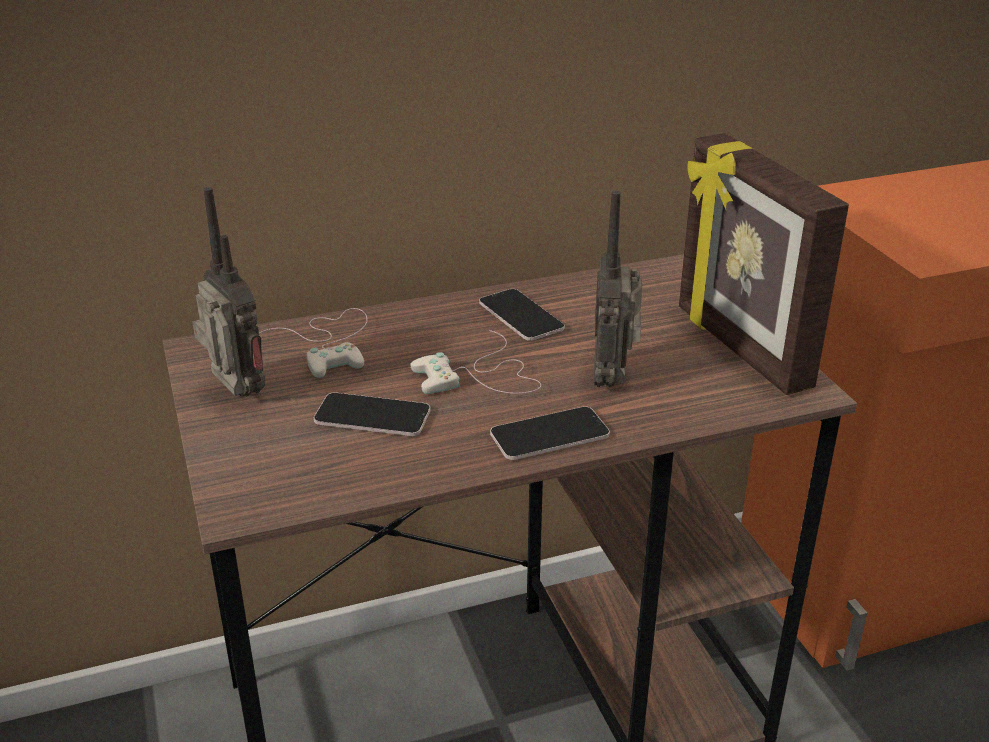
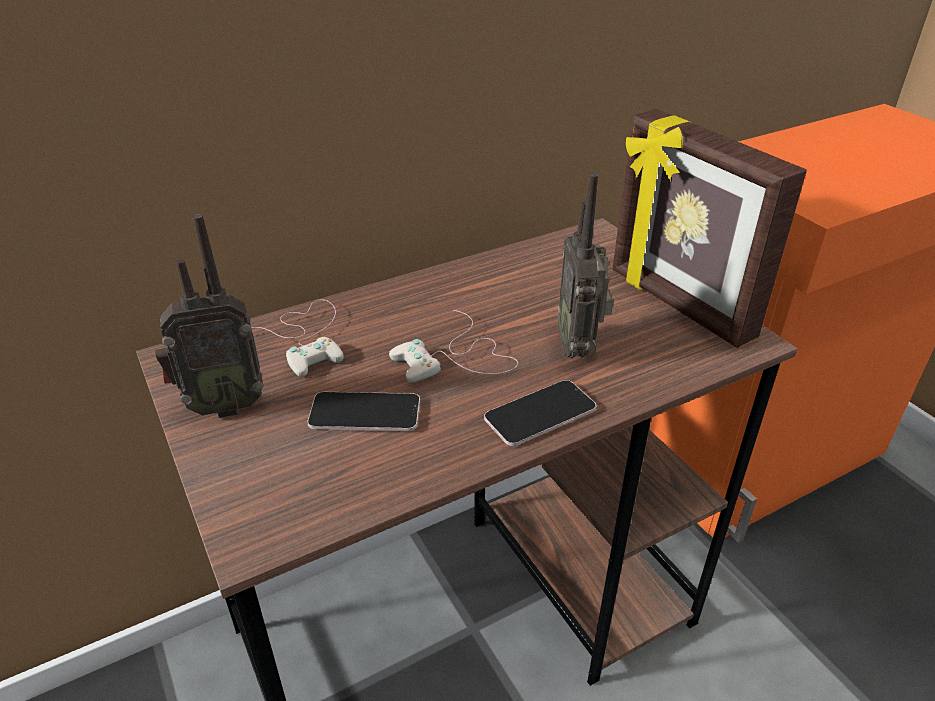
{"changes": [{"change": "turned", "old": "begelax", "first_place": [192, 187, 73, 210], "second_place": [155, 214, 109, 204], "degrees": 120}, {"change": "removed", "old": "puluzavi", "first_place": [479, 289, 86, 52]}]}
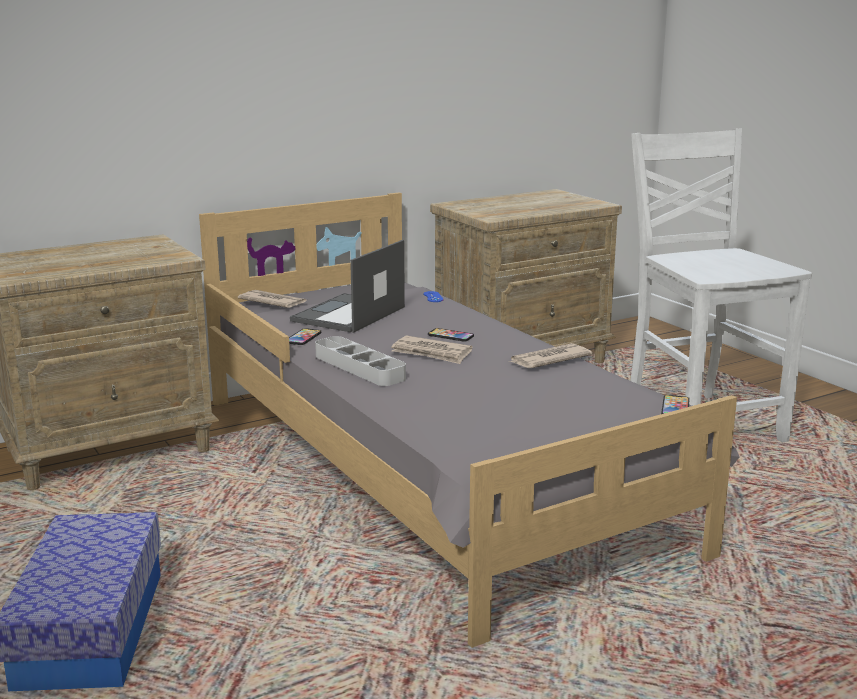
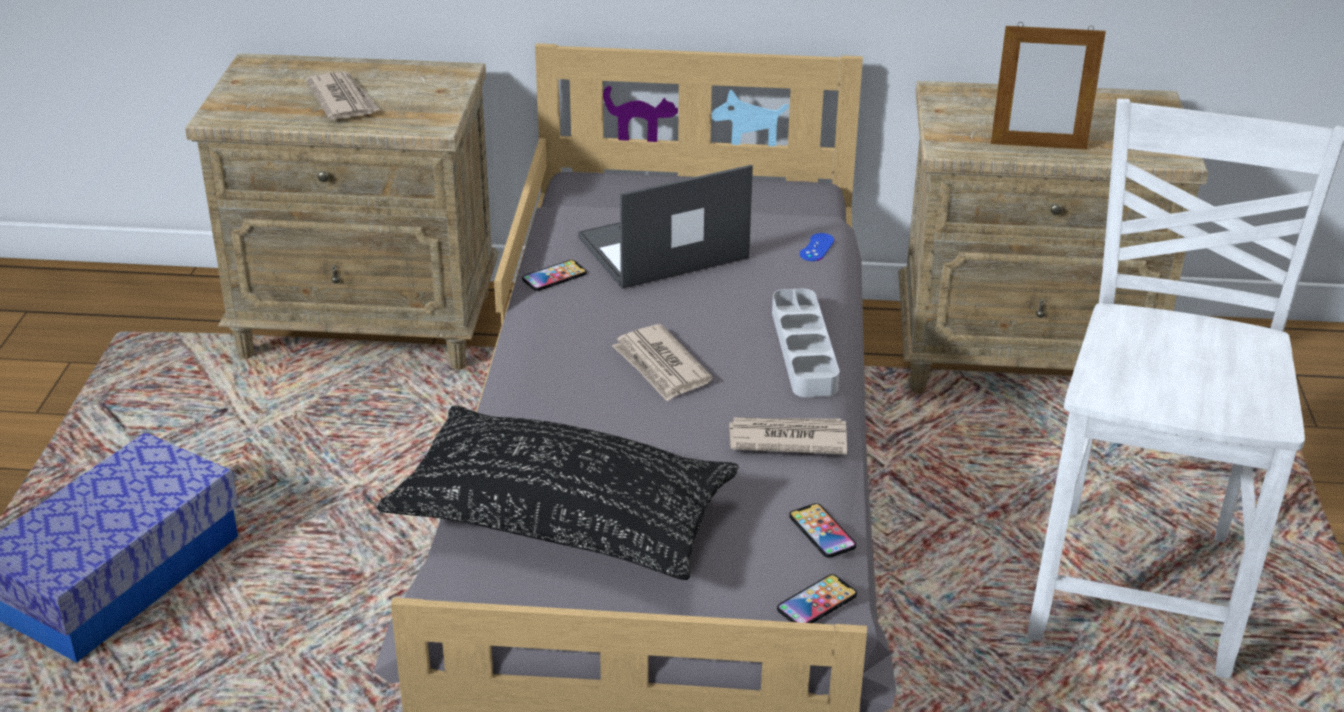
{"changes": [{"change": "moved", "old": "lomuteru", "first_place": [238, 290, 69, 18], "second_place": [306, 72, 74, 48]}, {"change": "moved", "old": "puluzavi", "first_place": [428, 328, 46, 14], "second_place": [789, 503, 67, 55]}, {"change": "moved", "old": "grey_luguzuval", "first_place": [315, 336, 91, 50], "second_place": [772, 289, 67, 108]}, {"change": "added", "new": "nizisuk", "second_place": [991, 22, 115, 128]}, {"change": "added", "new": "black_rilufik", "second_place": [377, 405, 362, 175]}]}
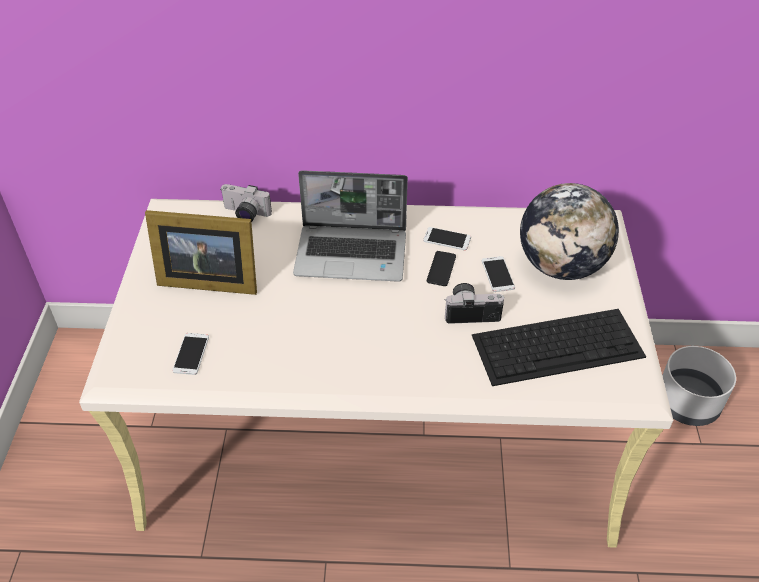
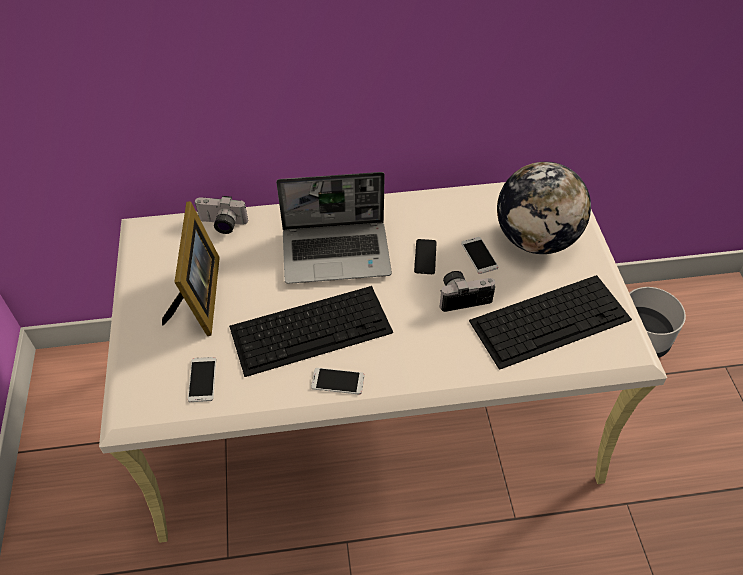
{"changes": [{"change": "turned", "old": "nizisuk", "first_place": [145, 210, 112, 85], "second_place": [162, 201, 58, 135], "degrees": -90}, {"change": "moved", "old": "puluzavi", "first_place": [423, 227, 48, 23], "second_place": [311, 368, 54, 26]}, {"change": "added", "new": "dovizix", "second_place": [229, 286, 164, 91]}]}
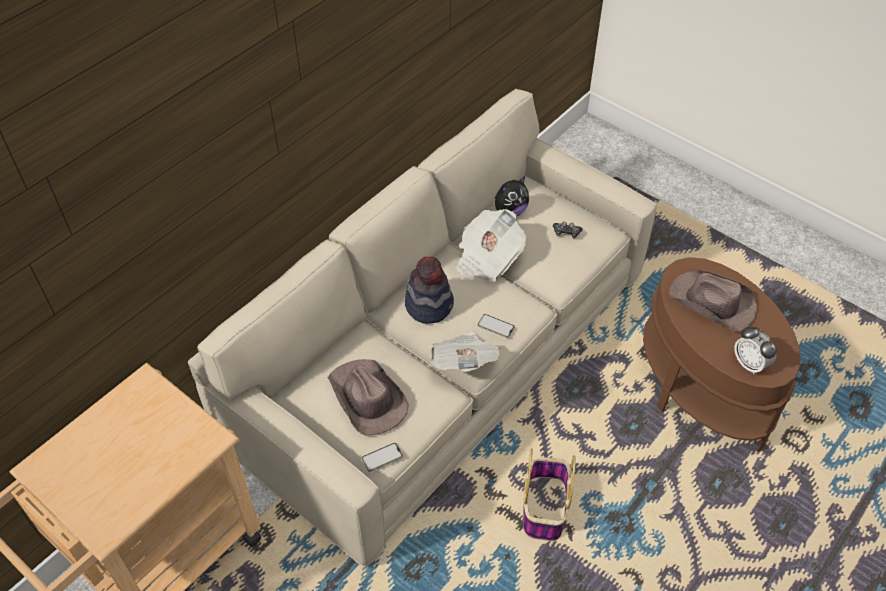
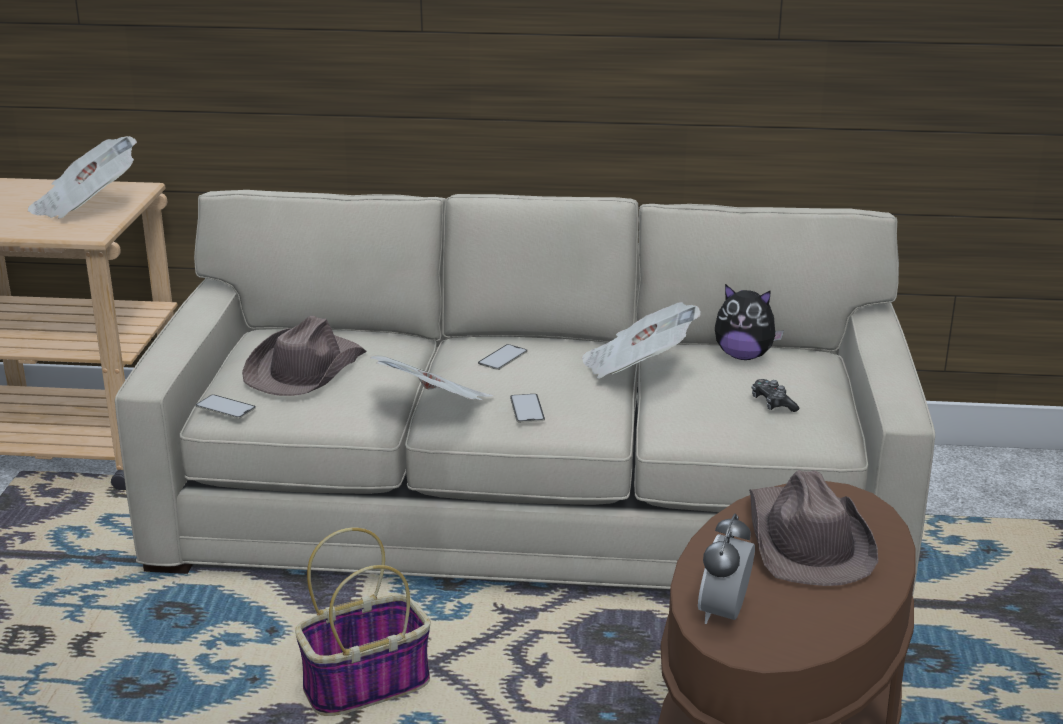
{"changes": [{"change": "replaced", "old": "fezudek", "new": "puluzavi", "first_place": [405, 257, 49, 67], "second_place": [478, 344, 50, 26]}, {"change": "added", "new": "lomuteru", "second_place": [28, 136, 109, 83]}]}
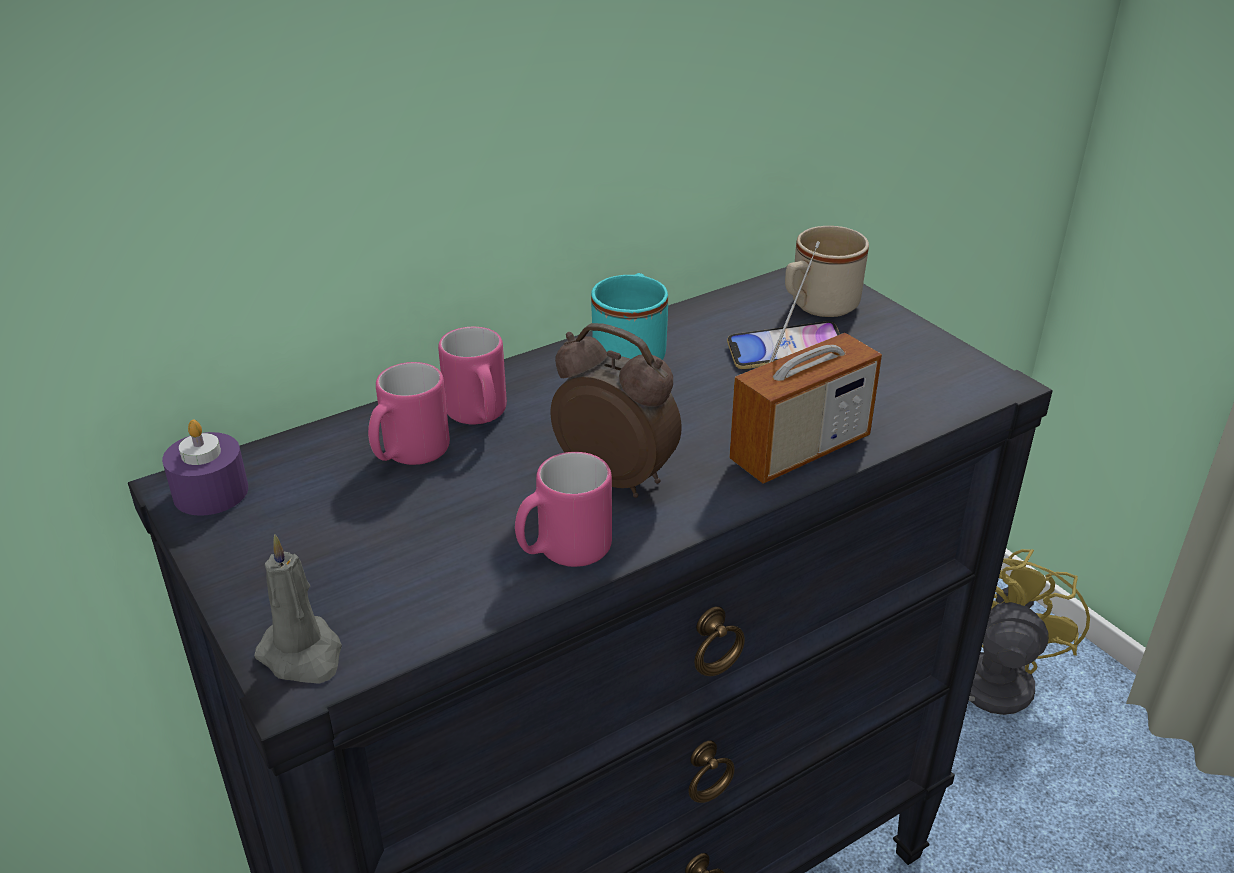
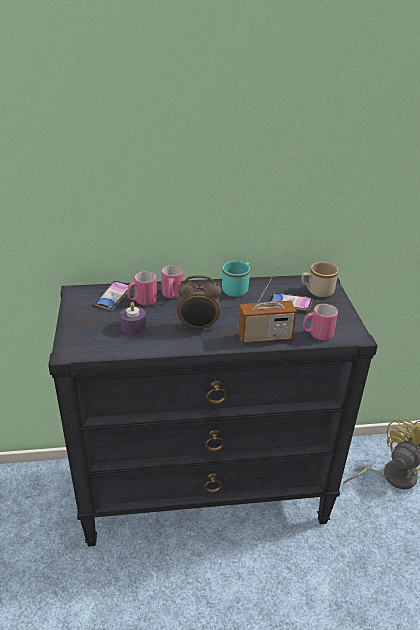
{"changes": [{"change": "turned", "old": "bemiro", "first_place": [551, 323, 130, 175], "second_place": [177, 275, 45, 55], "degrees": 120}, {"change": "moved", "old": "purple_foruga", "first_place": [162, 420, 86, 96], "second_place": [120, 302, 26, 32]}, {"change": "moved", "old": "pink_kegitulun", "first_place": [515, 452, 97, 115], "second_place": [303, 304, 35, 36]}, {"change": "removed", "old": "grey_foruga", "first_place": [254, 535, 88, 149]}, {"change": "added", "new": "puluzavi", "second_place": [95, 281, 36, 29]}]}
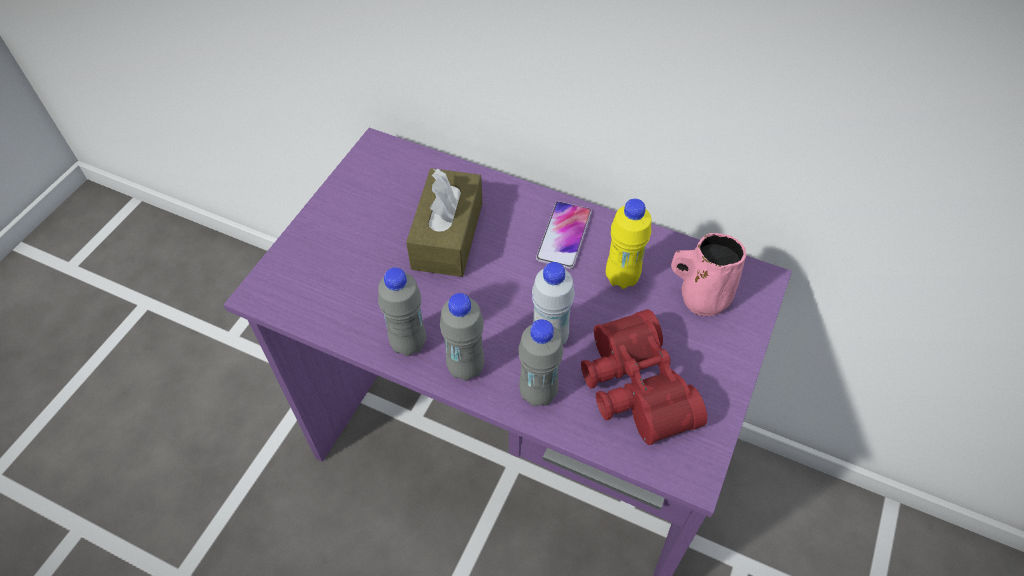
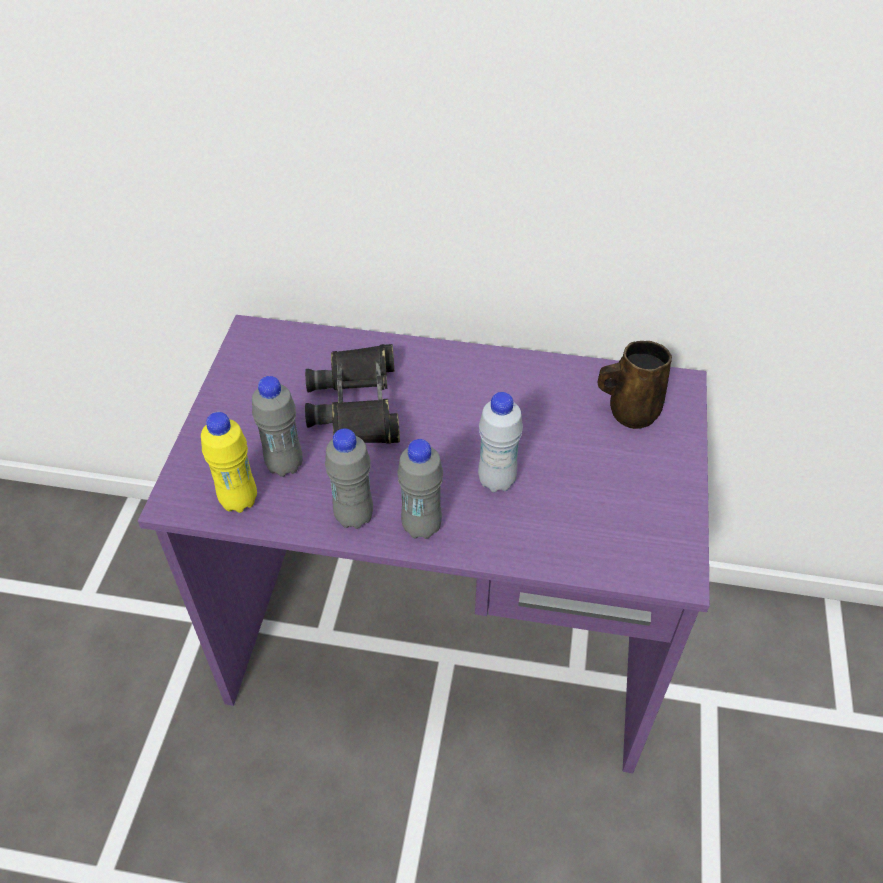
{"changes": [{"change": "replaced", "old": "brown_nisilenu", "new": "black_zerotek", "first_place": [406, 168, 76, 109], "second_place": [305, 344, 95, 100]}, {"change": "moved", "old": "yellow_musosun", "first_place": [606, 198, 45, 91], "second_place": [201, 412, 56, 101]}, {"change": "removed", "old": "puluzavi", "first_place": [536, 201, 56, 68]}, {"change": "recoloured", "old": "pink_kegitulun", "new": "brown_kegitulun", "first_place": [671, 233, 75, 83], "second_place": [597, 341, 75, 88]}, {"change": "removed", "old": "red_zerotek", "first_place": [581, 309, 126, 136]}, {"change": "moved", "old": "grey_musosun", "first_place": [518, 319, 45, 88], "second_place": [252, 376, 51, 101]}]}
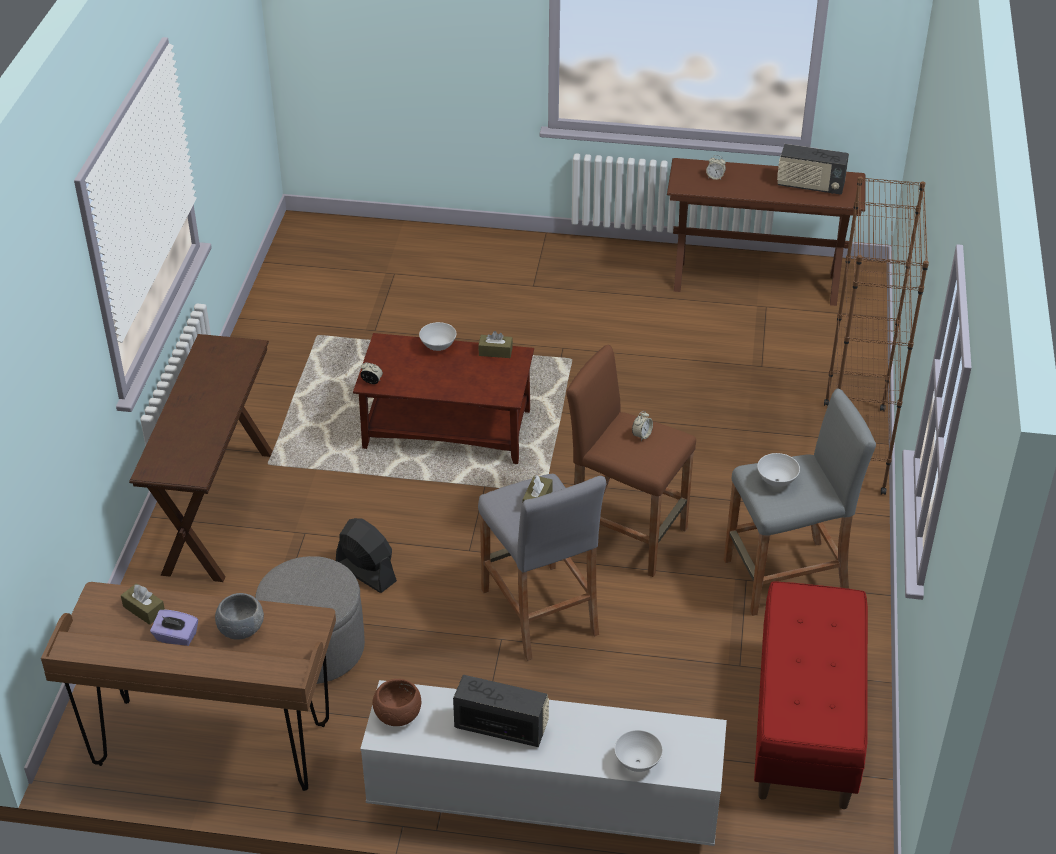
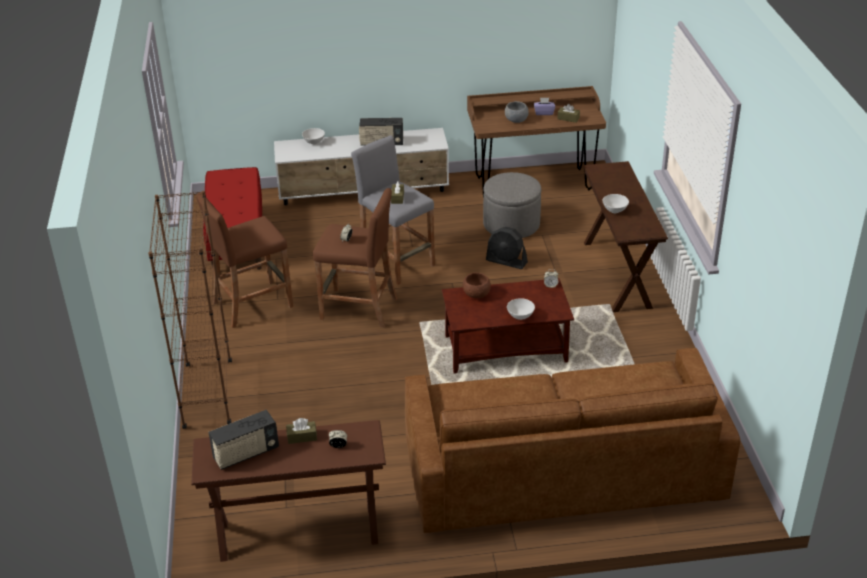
{"changes": [{"change": "turned", "old": "begelax", "first_place": [777, 144, 72, 51], "second_place": [209, 410, 70, 60], "degrees": 150}, {"change": "moved", "old": "brown_nisilenu", "first_place": [478, 331, 35, 27], "second_place": [286, 418, 31, 26]}, {"change": "recoloured", "old": "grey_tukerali", "new": "brown_tukerali", "first_place": [724, 388, 152, 228], "second_place": [196, 192, 97, 136]}, {"change": "moved", "old": "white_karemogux", "first_place": [757, 453, 43, 34], "second_place": [602, 194, 27, 19]}, {"change": "moved", "old": "brown_karemogux", "first_place": [372, 679, 49, 47], "second_place": [463, 273, 28, 25]}, {"change": "added", "new": "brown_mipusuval", "second_place": [405, 348, 335, 185]}]}
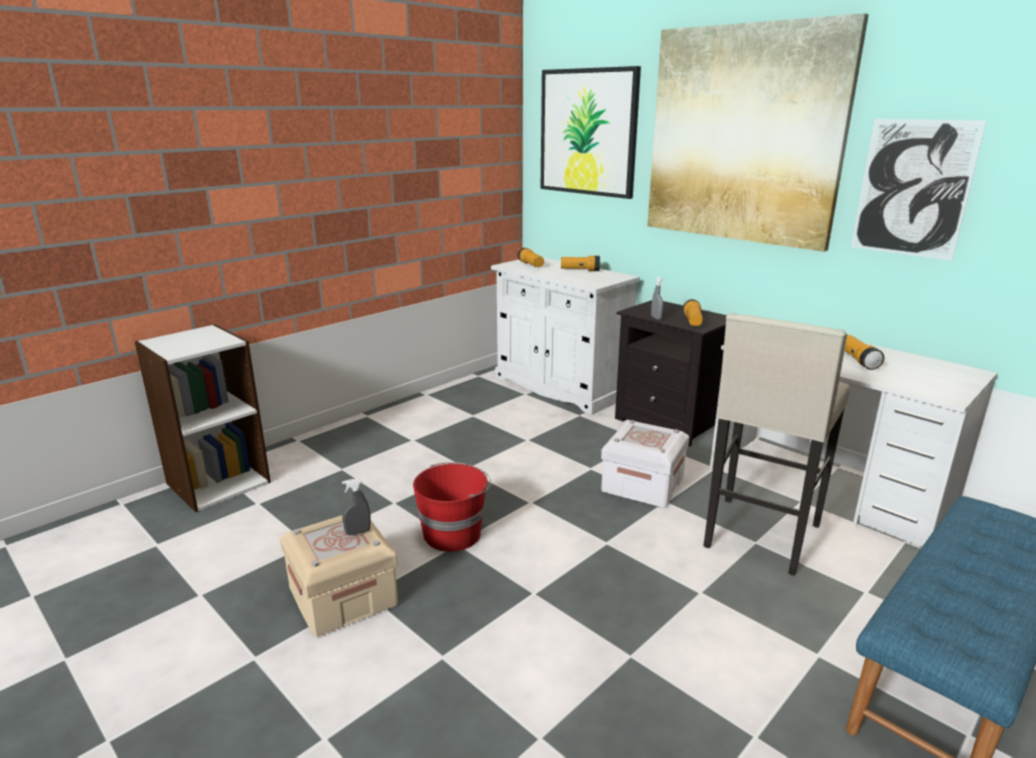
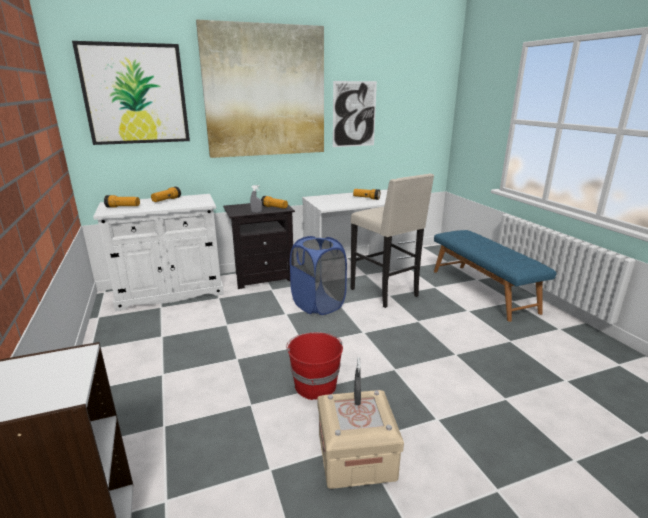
{"changes": [{"change": "replaced", "old": "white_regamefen", "new": "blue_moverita", "first_place": [601, 420, 88, 88], "second_place": [290, 236, 57, 79]}]}
